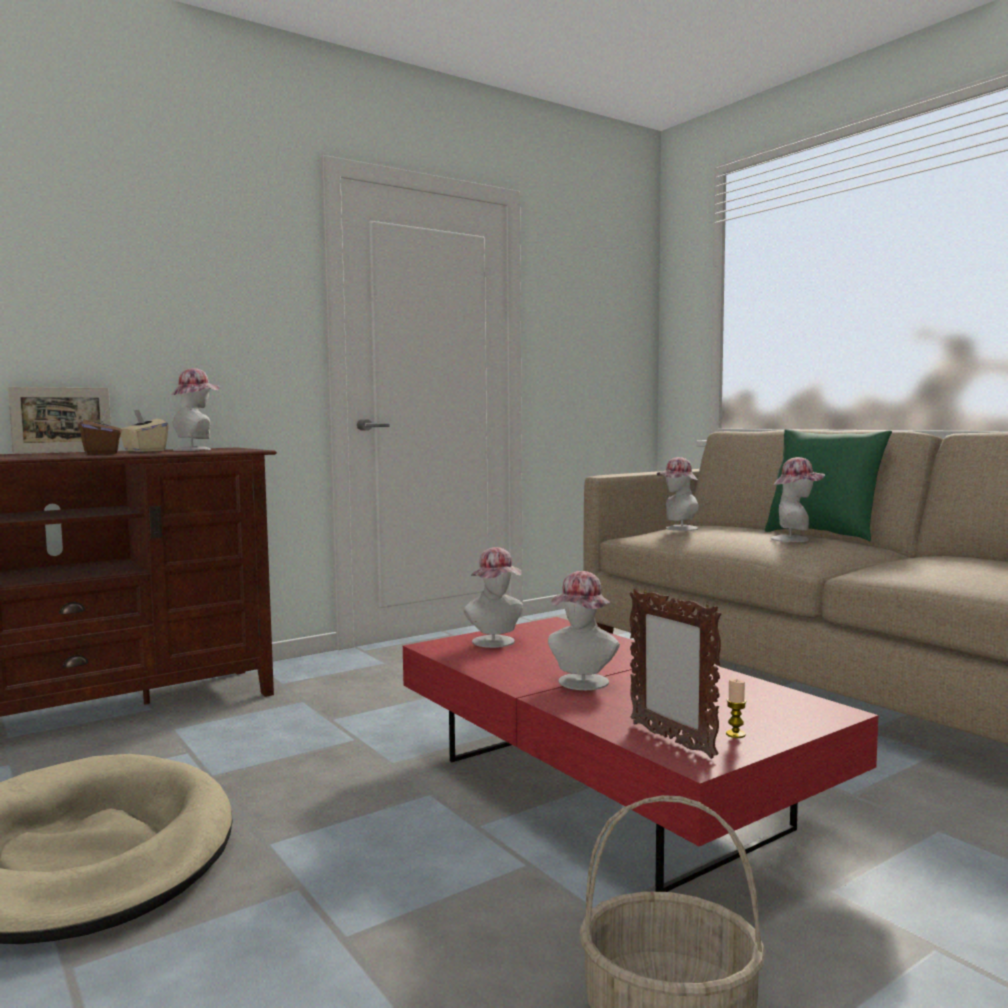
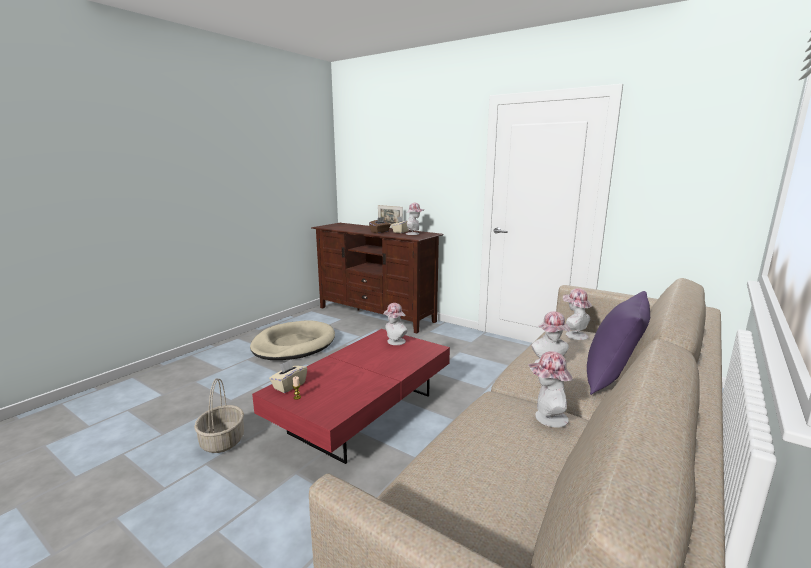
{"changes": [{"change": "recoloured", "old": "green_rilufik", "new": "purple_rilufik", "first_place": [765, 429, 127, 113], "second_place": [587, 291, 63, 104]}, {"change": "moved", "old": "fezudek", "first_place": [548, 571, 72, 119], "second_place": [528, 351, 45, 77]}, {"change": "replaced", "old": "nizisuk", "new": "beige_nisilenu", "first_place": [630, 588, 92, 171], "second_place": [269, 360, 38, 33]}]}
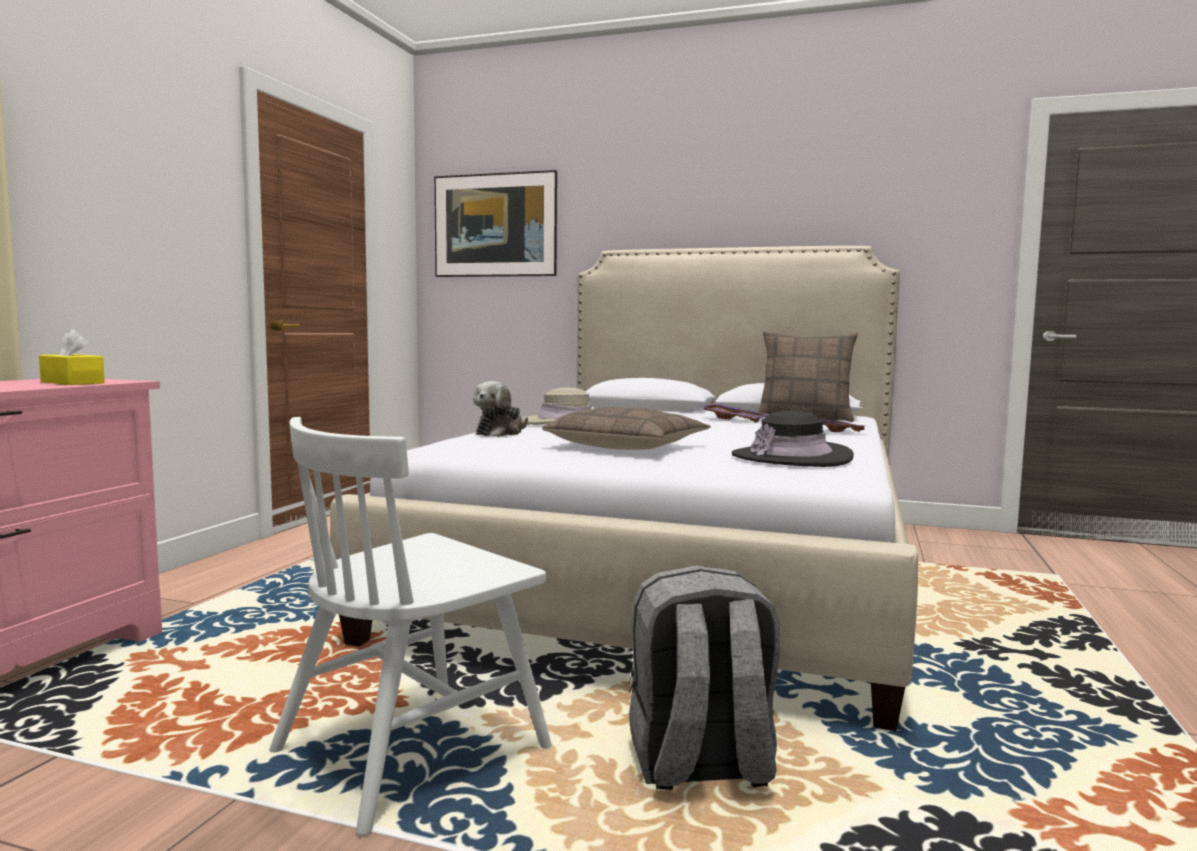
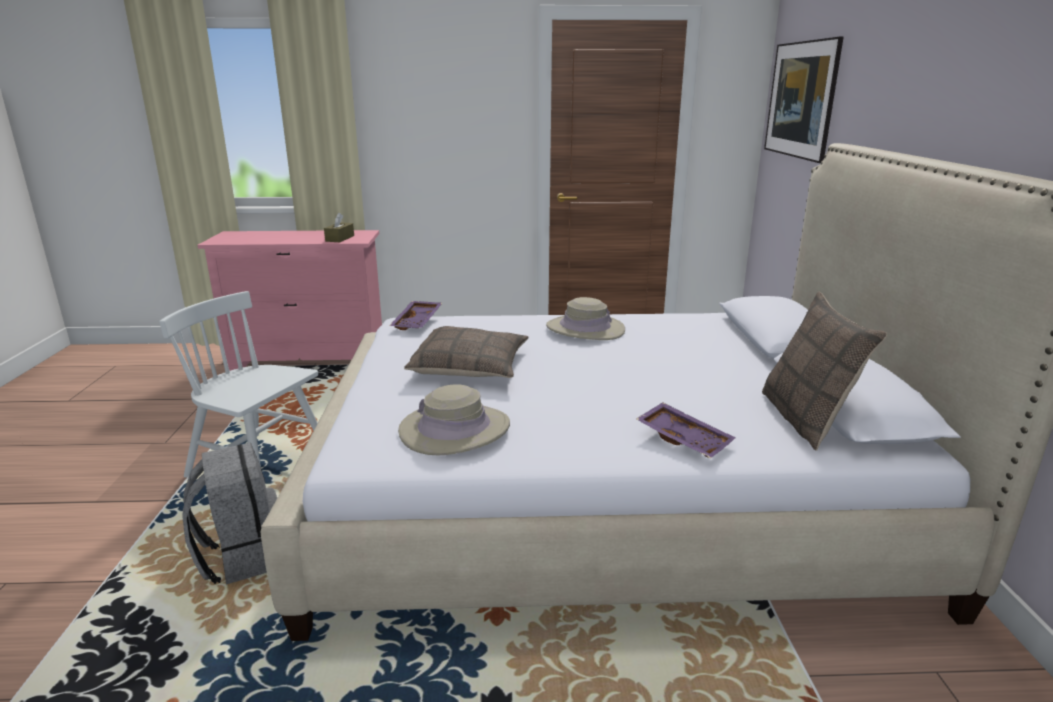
{"changes": [{"change": "recoloured", "old": "yellow_nisilenu", "new": "brown_nisilenu", "first_place": [39, 329, 66, 56], "second_place": [324, 213, 30, 29]}, {"change": "removed", "old": "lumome", "first_place": [473, 381, 55, 56]}, {"change": "moved", "old": "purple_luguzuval", "first_place": [700, 403, 70, 20], "second_place": [389, 301, 53, 29]}, {"change": "recoloured", "old": "black_fezudek", "new": "beige_fezudek", "first_place": [732, 411, 122, 56], "second_place": [398, 384, 112, 71]}]}
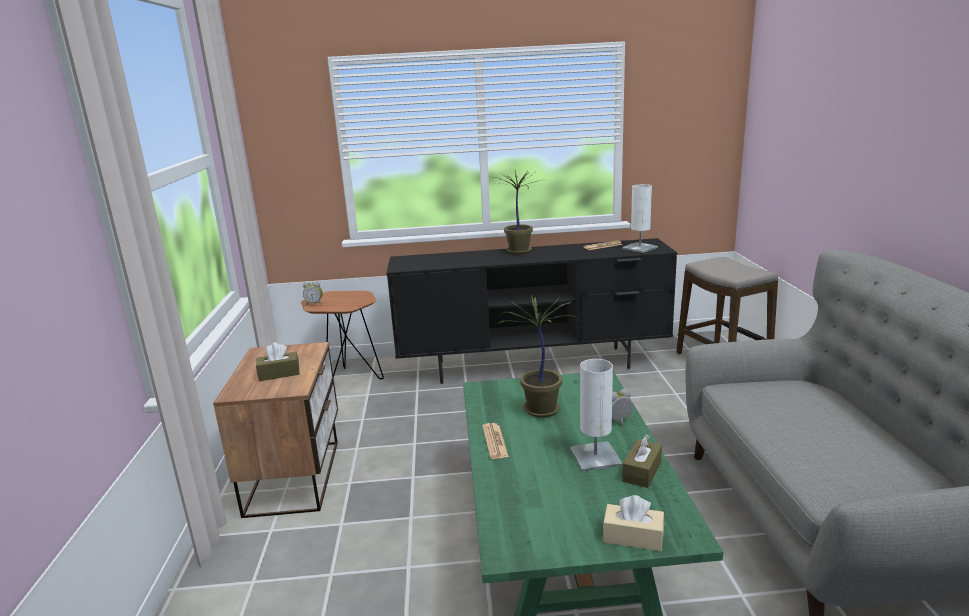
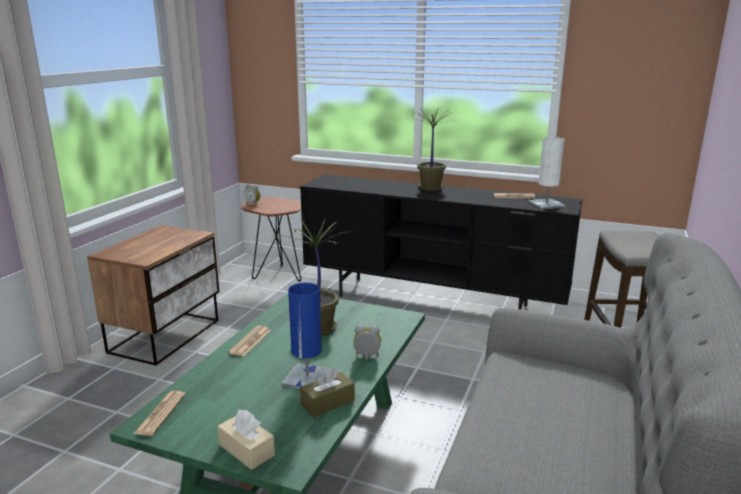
{"changes": [{"change": "removed", "old": "brown_nisilenu", "first_place": [256, 342, 43, 39]}, {"change": "recoloured", "old": "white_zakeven", "new": "blue_zakeven", "first_place": [570, 359, 52, 113], "second_place": [281, 283, 52, 106]}, {"change": "added", "new": "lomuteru", "second_place": [134, 391, 52, 45]}]}
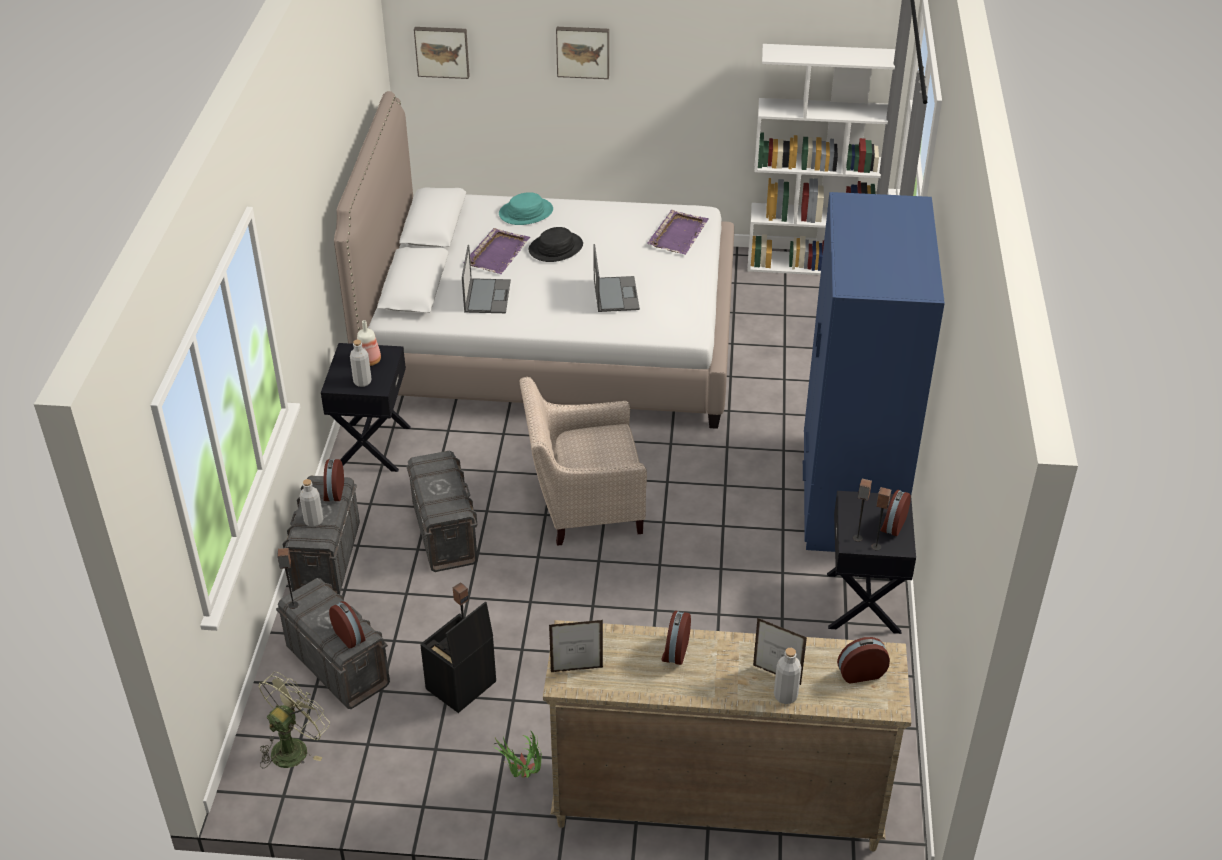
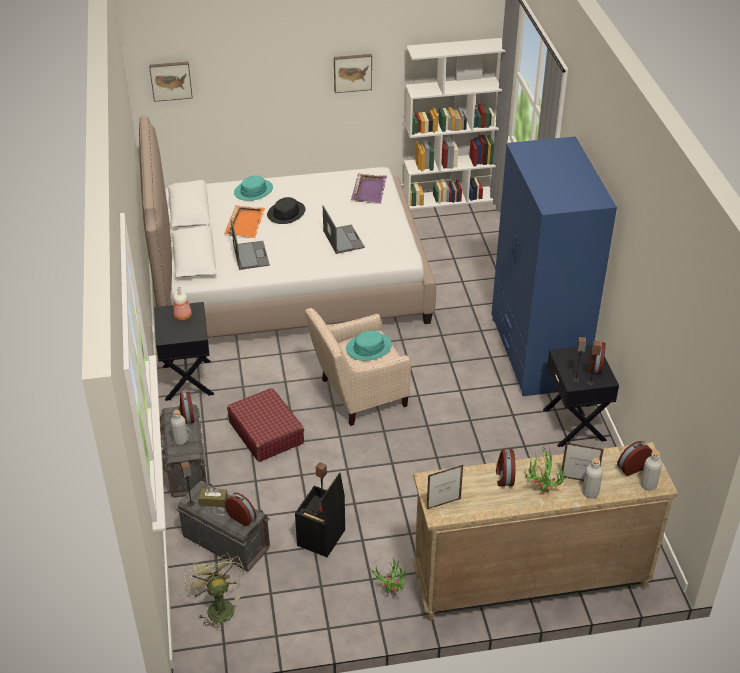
{"changes": [{"change": "moved", "old": "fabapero", "first_place": [556, 27, 53, 52], "second_place": [334, 54, 38, 39]}, {"change": "recoloured", "old": "purple_luguzuval", "new": "orange_luguzuval", "first_place": [464, 228, 66, 46], "second_place": [224, 205, 41, 33]}, {"change": "moved", "old": "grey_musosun", "first_place": [350, 340, 22, 47], "second_place": [640, 450, 22, 40]}, {"change": "replaced", "old": "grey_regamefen", "new": "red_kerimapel", "first_place": [406, 450, 72, 122], "second_place": [227, 388, 77, 74]}, {"change": "turned", "old": "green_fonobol", "first_place": [258, 672, 72, 96], "second_place": [183, 553, 61, 78], "degrees": -45}, {"change": "added", "new": "turquoise_fezudek", "second_place": [346, 331, 46, 30]}, {"change": "added", "new": "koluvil", "second_place": [525, 445, 40, 47]}, {"change": "added", "new": "brown_nisilenu", "second_place": [199, 487, 29, 20]}]}
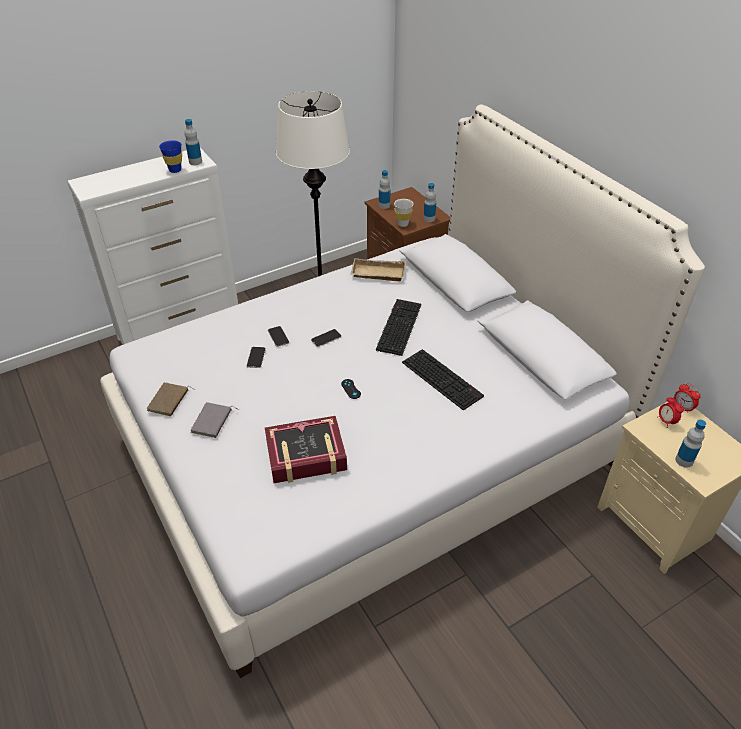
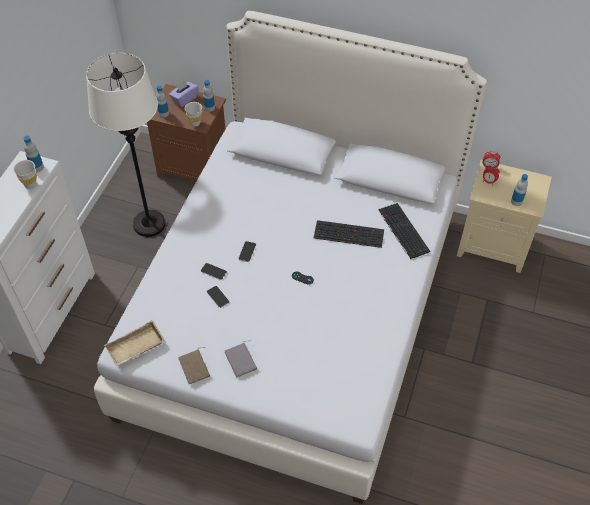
{"changes": [{"change": "recoloured", "old": "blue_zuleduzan", "new": "white_zuleduzan", "first_place": [159, 140, 23, 33], "second_place": [13, 160, 24, 29]}, {"change": "moved", "old": "beige_luguzuval", "first_place": [350, 258, 56, 23], "second_place": [104, 320, 61, 46]}, {"change": "moved", "old": "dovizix", "first_place": [376, 299, 45, 57], "second_place": [378, 203, 52, 56]}, {"change": "removed", "old": "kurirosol", "first_place": [265, 416, 82, 67]}, {"change": "added", "new": "purple_nisilenu", "second_place": [169, 80, 30, 27]}]}
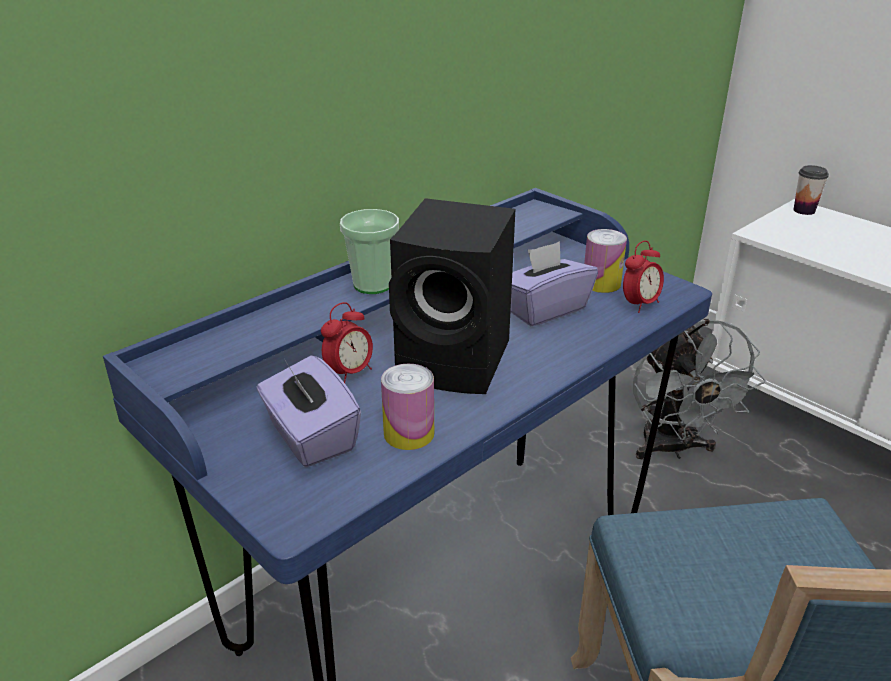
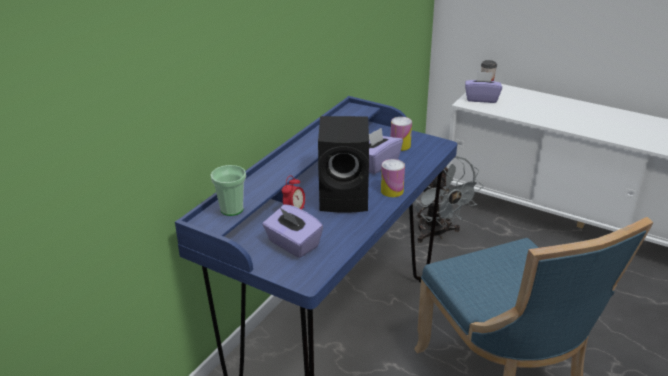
{"changes": [{"change": "moved", "old": "zuleduzan", "first_place": [340, 209, 59, 85], "second_place": [211, 165, 35, 51]}, {"change": "removed", "old": "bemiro", "first_place": [623, 241, 41, 72]}, {"change": "moved", "old": "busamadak", "first_place": [381, 364, 53, 86], "second_place": [381, 159, 24, 38]}, {"change": "added", "new": "purple_nisilenu", "second_place": [465, 71, 37, 32]}]}
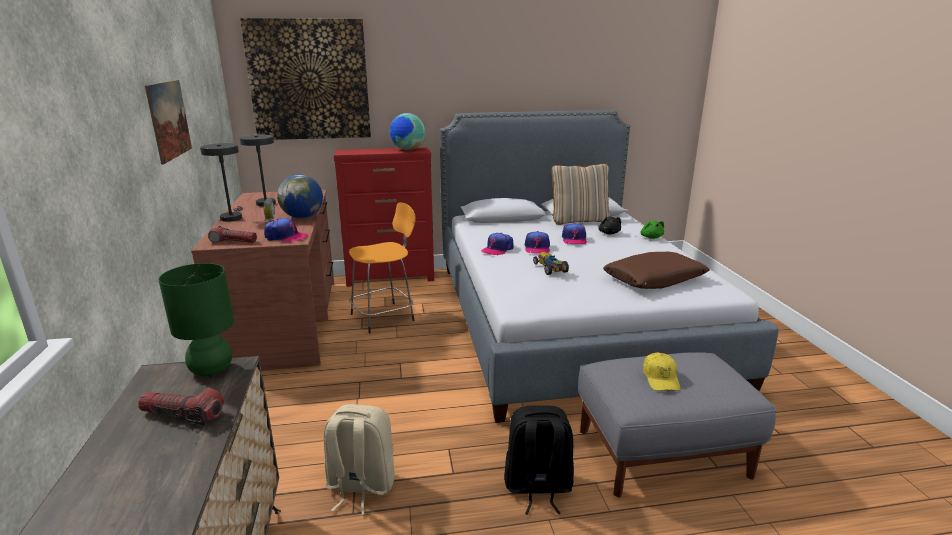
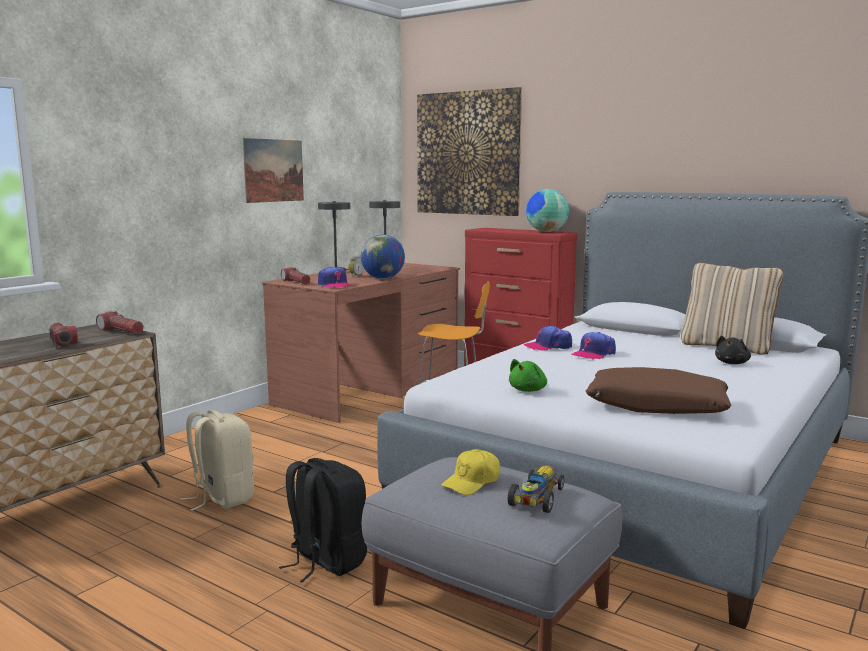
{"changes": [{"change": "moved", "old": "green_lumome", "first_place": [641, 220, 23, 19], "second_place": [509, 359, 38, 33]}, {"change": "removed", "old": "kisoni", "first_place": [562, 223, 25, 21]}, {"change": "moved", "old": "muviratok", "first_place": [533, 252, 36, 23], "second_place": [508, 466, 56, 47]}, {"change": "replaced", "old": "green_zakeven", "new": "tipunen", "first_place": [158, 263, 76, 113], "second_place": [96, 311, 48, 23]}]}
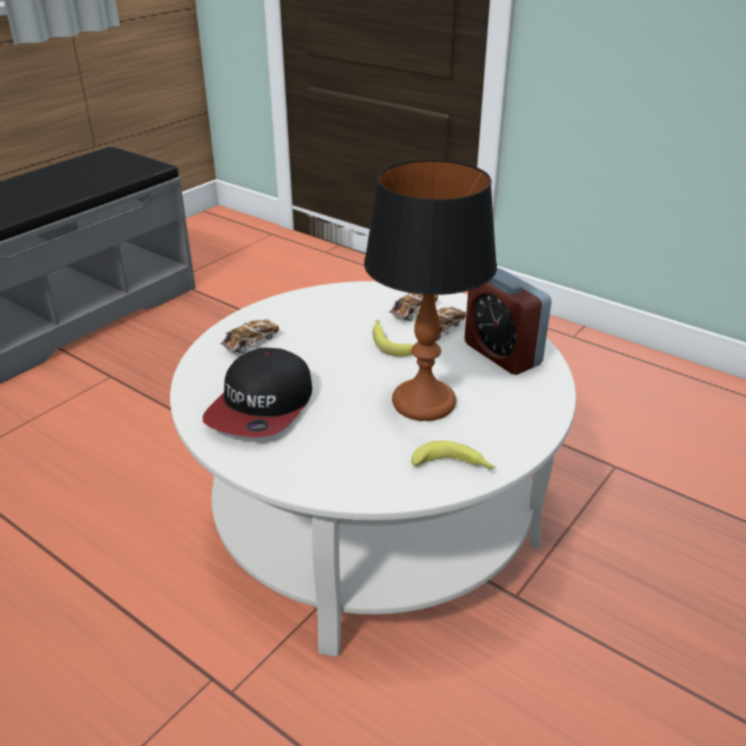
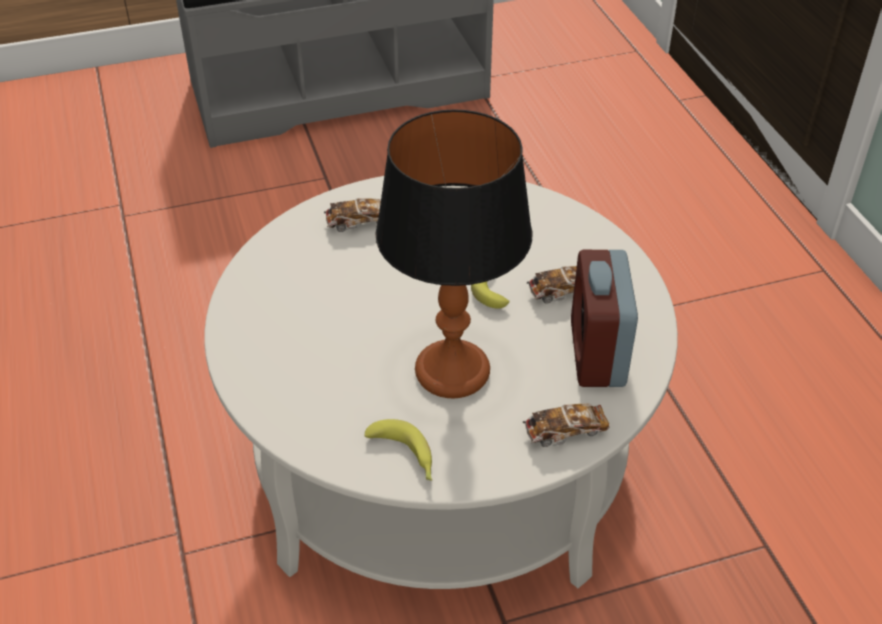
{"changes": [{"change": "moved", "old": "muviratok", "first_place": [389, 293, 49, 28], "second_place": [523, 403, 86, 44]}, {"change": "removed", "old": "kisoni", "first_place": [203, 348, 109, 90]}]}
